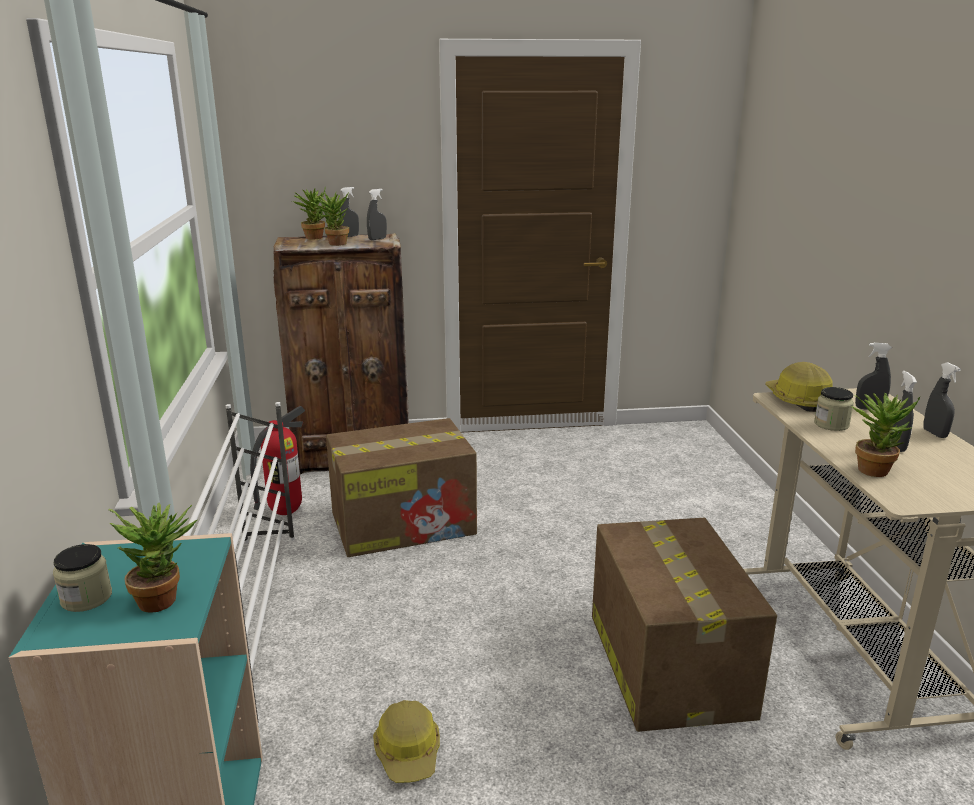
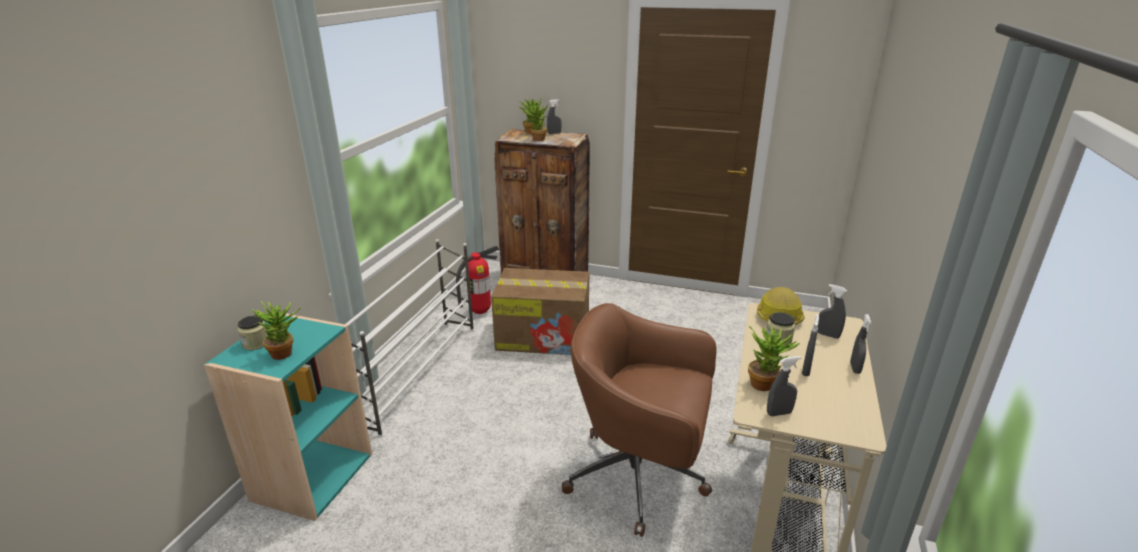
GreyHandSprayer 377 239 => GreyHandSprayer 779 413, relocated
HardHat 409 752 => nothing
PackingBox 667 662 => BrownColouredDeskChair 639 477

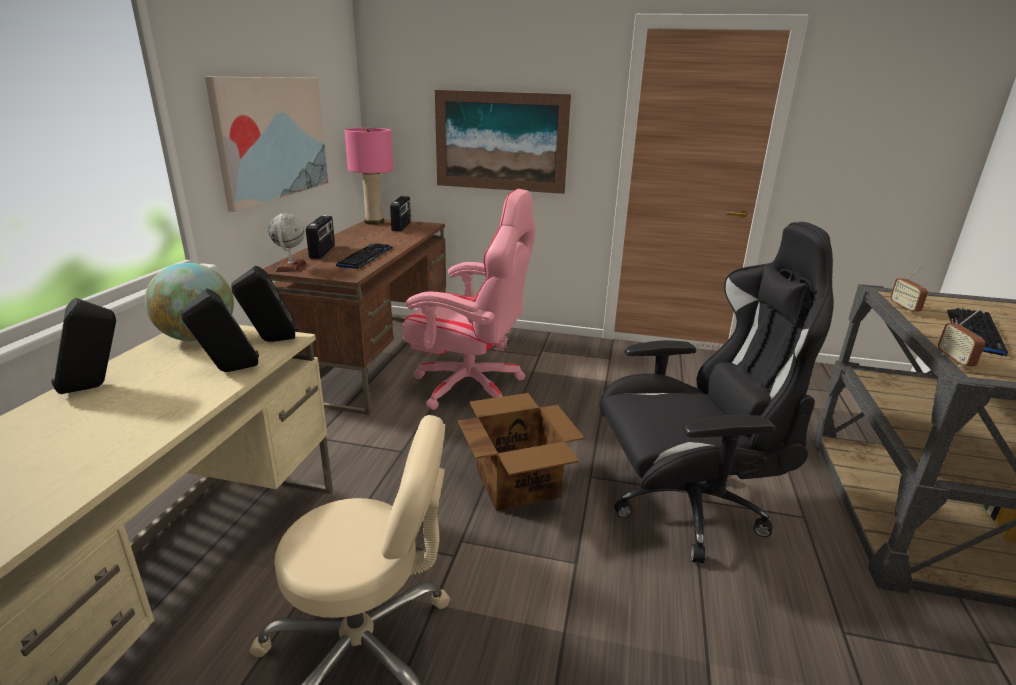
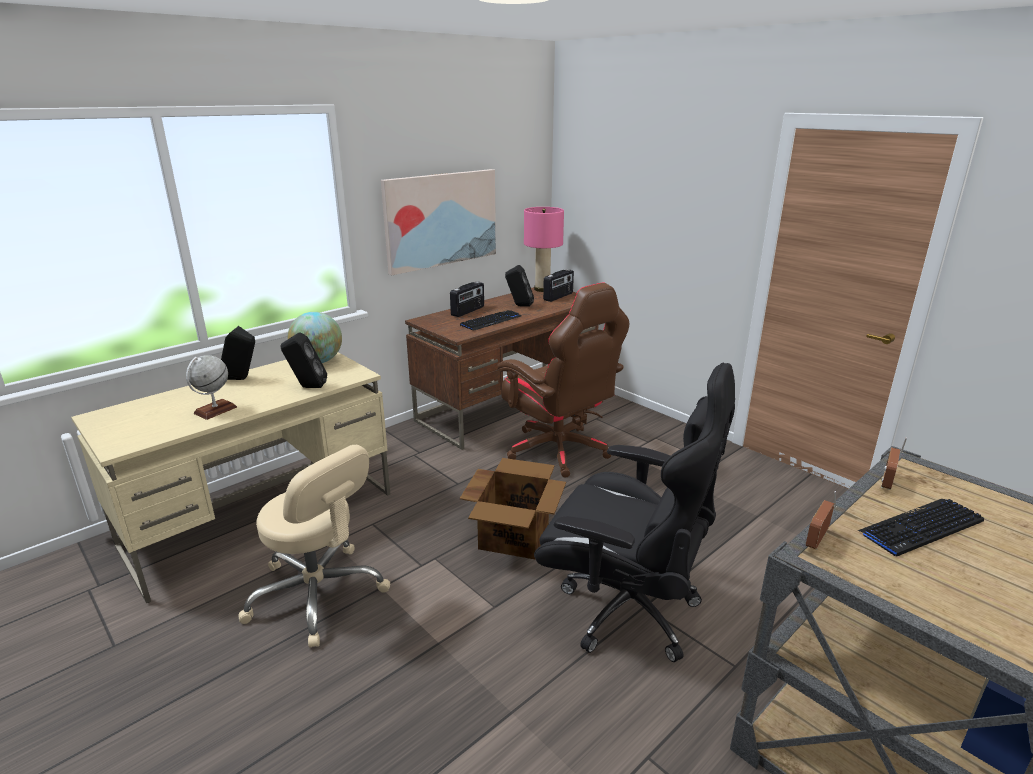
BlackColouredLoudspeaker 270 341 => BlackColouredLoudspeaker 519 306, relocated
Globe 291 267 => Globe 215 410, relocated
PinkishDeskChair 468 386 => BrownColouredDeskChair 557 450
Picture 500 142 => nothing

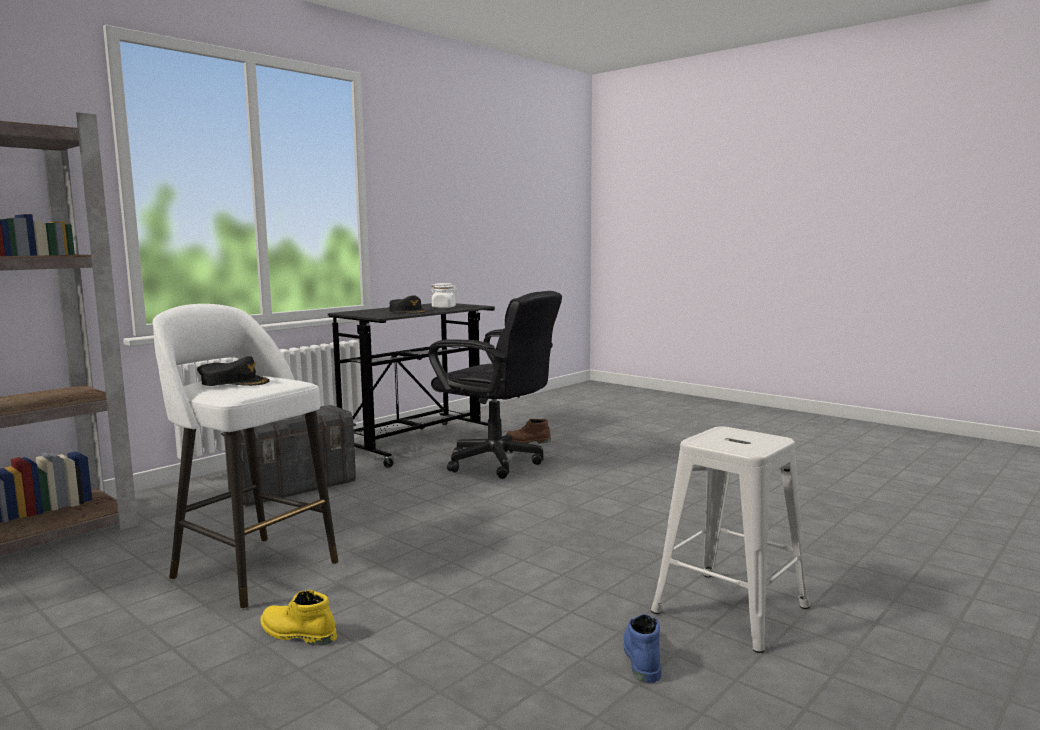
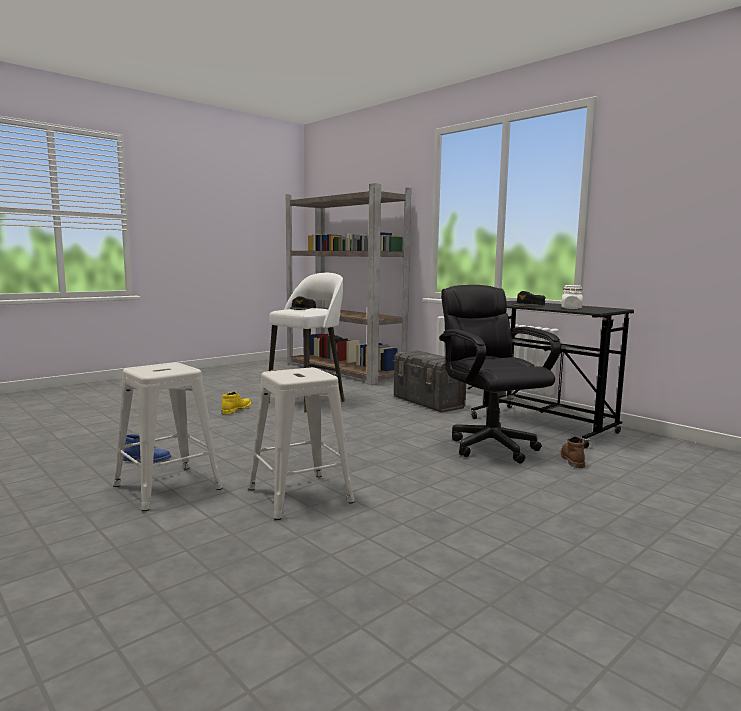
BlackColouredDeskChair 499 464 => BlackColouredDeskChair 488 447, 120 degrees clockwise
nothing => WhitishStoolSeat 300 495

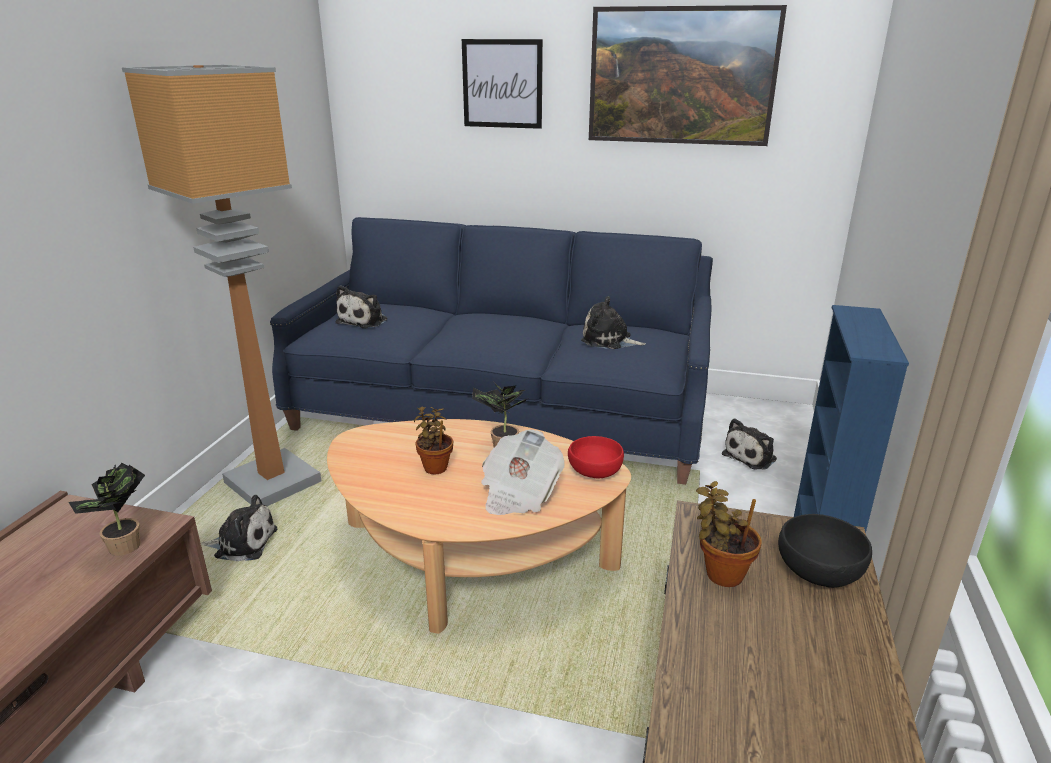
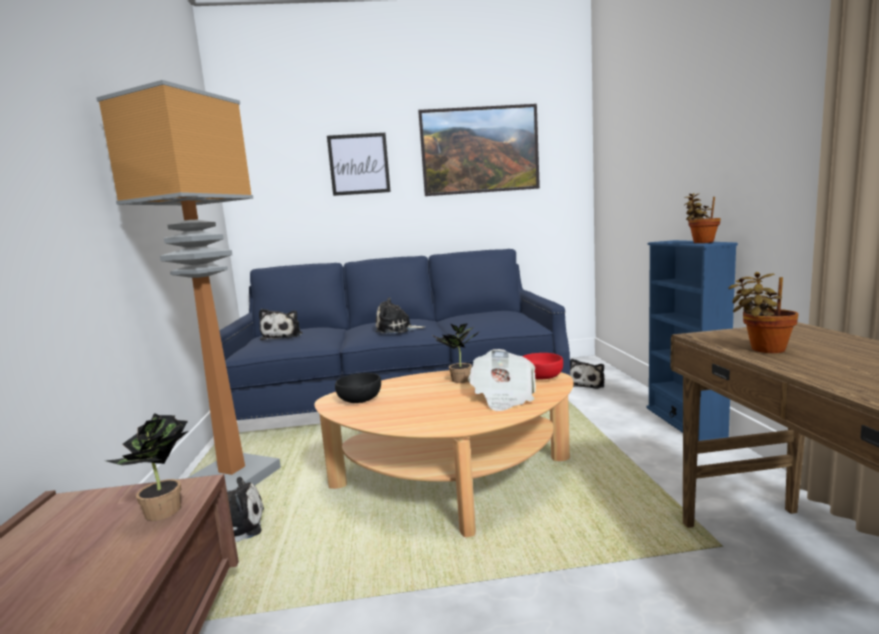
Houseplant 435 466 => Houseplant 701 242, relocated
PlushToy 609 340 => PlushToy 397 329, relocated
BlackColouredDeepDish 819 569 => BlackColouredDeepDish 360 399, relocated

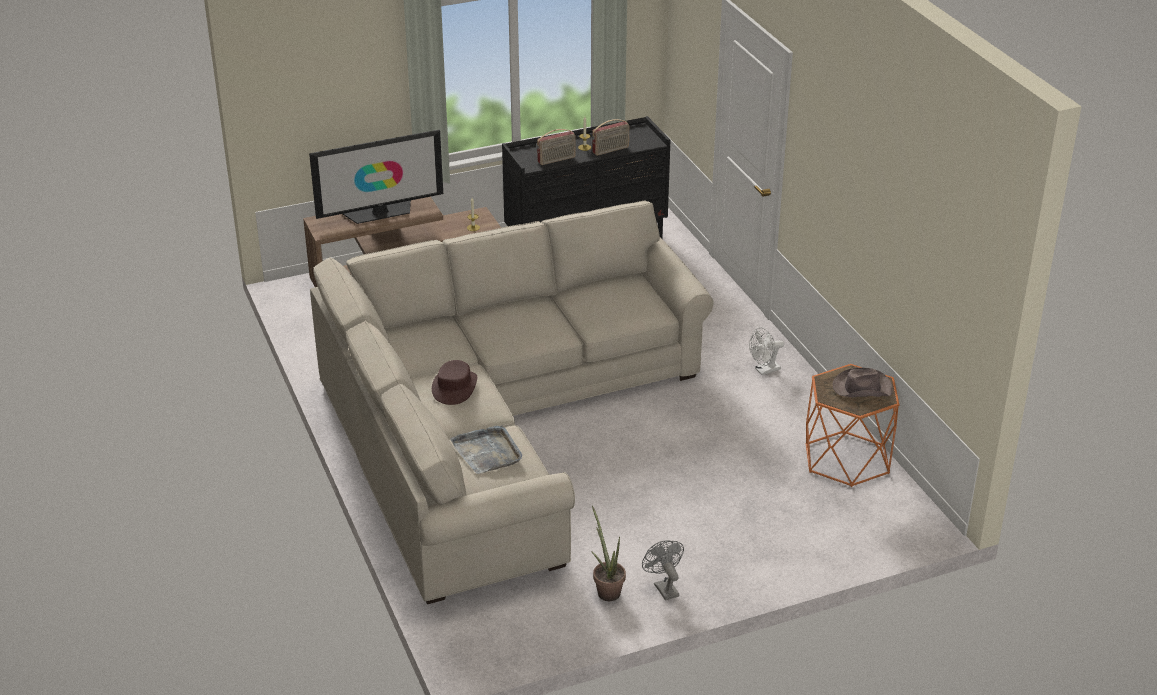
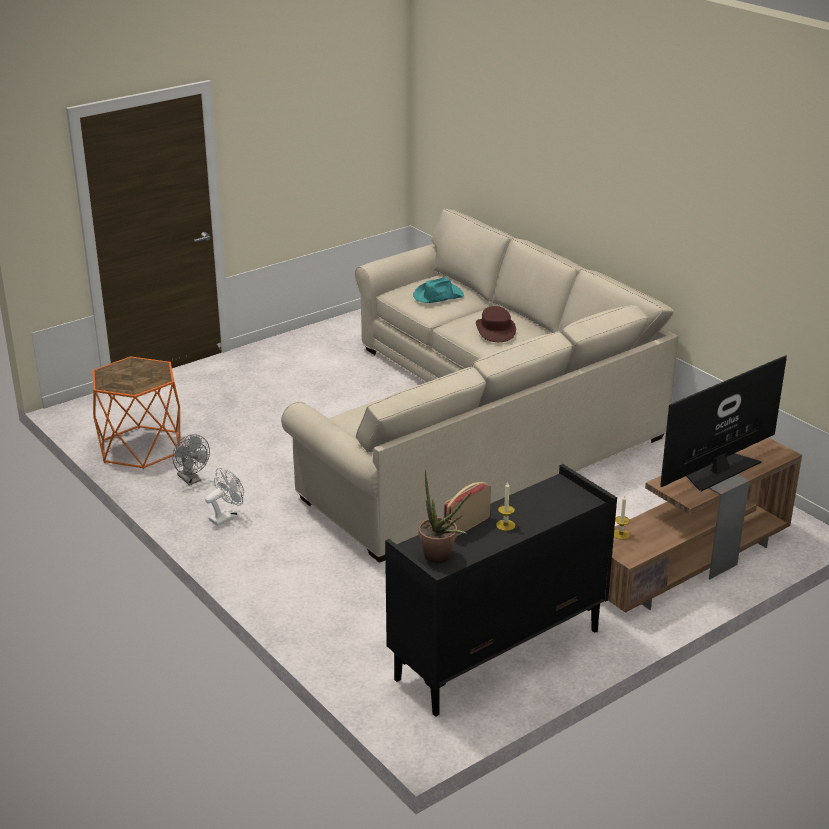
GreyCarryingTray 487 452 => BlueGreenHat 437 296
Radio 556 160 => nothing
Houseplant 606 590 => Houseplant 441 559, relocated
GreyFan 663 587 => GreyFan 191 480, relocated
BrownColouredHat 861 388 => nothing

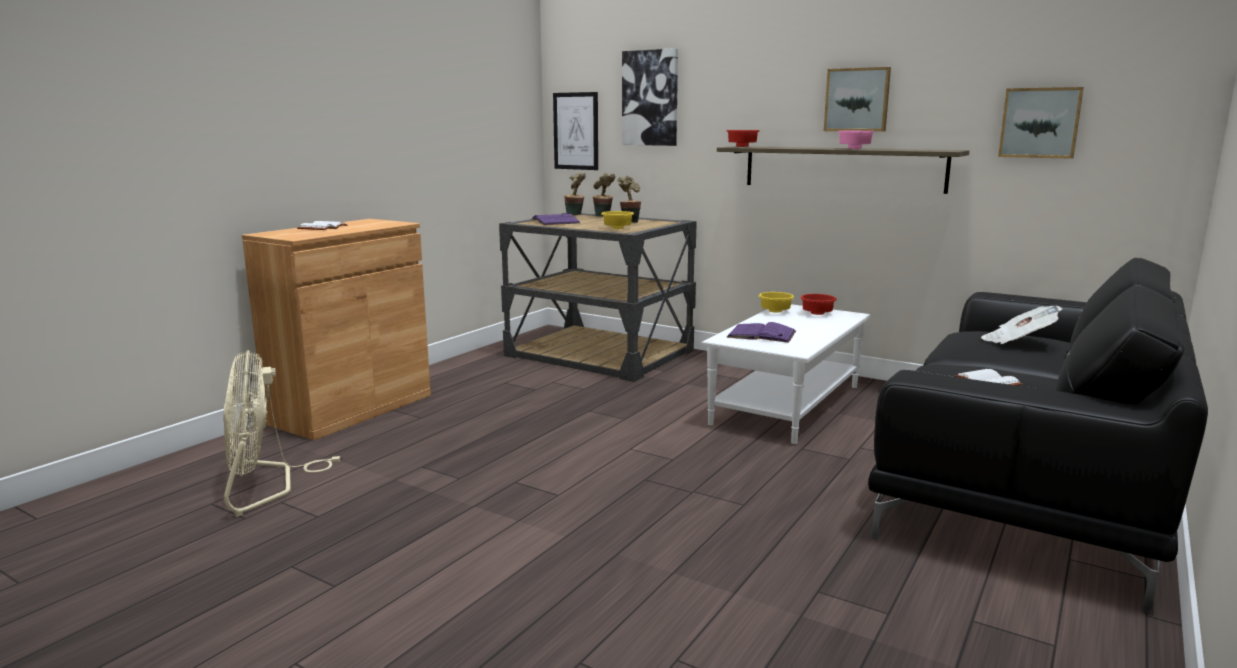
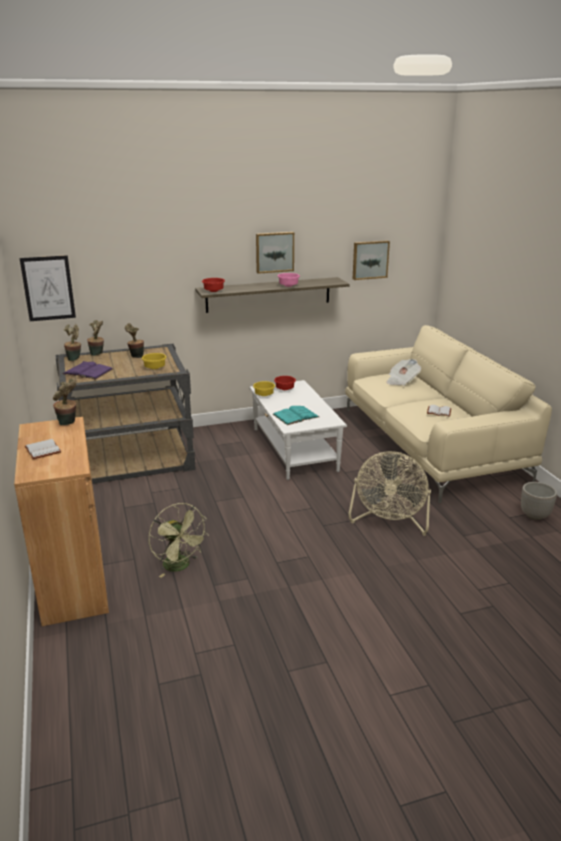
BeigeFan 269 482 => BeigeFan 387 520, relocated
Picture 650 98 => nothing
PurplishVolume 761 334 => BlueGreenVolume 296 415
BlackColouredSettee 1028 475 => BeigeSettee 430 444
nothing => Houseplant 68 423
nothing => GreenishFan 180 566
nothing => Planter 535 515

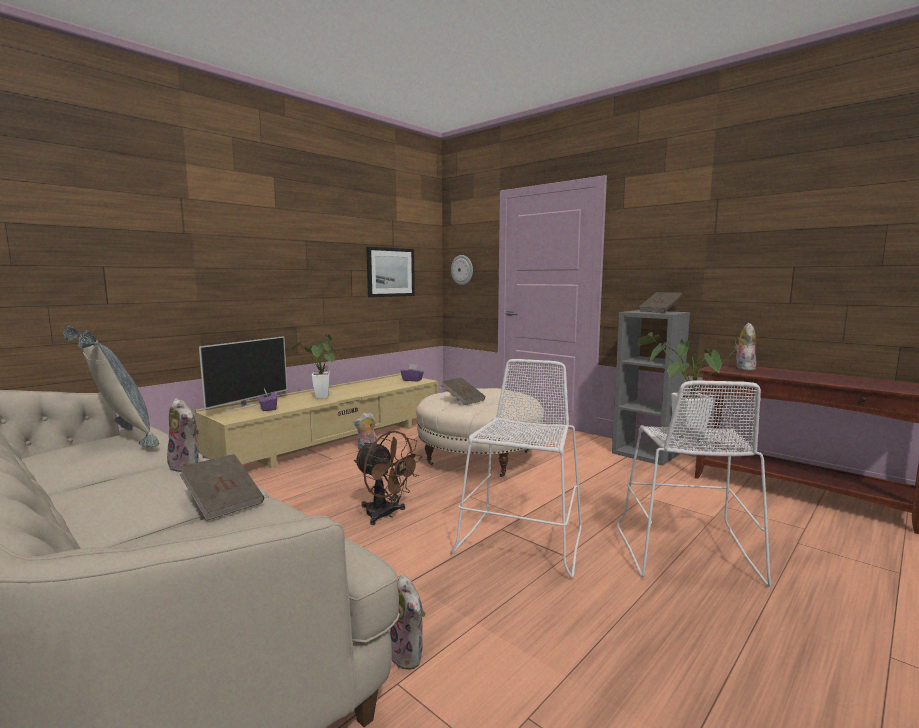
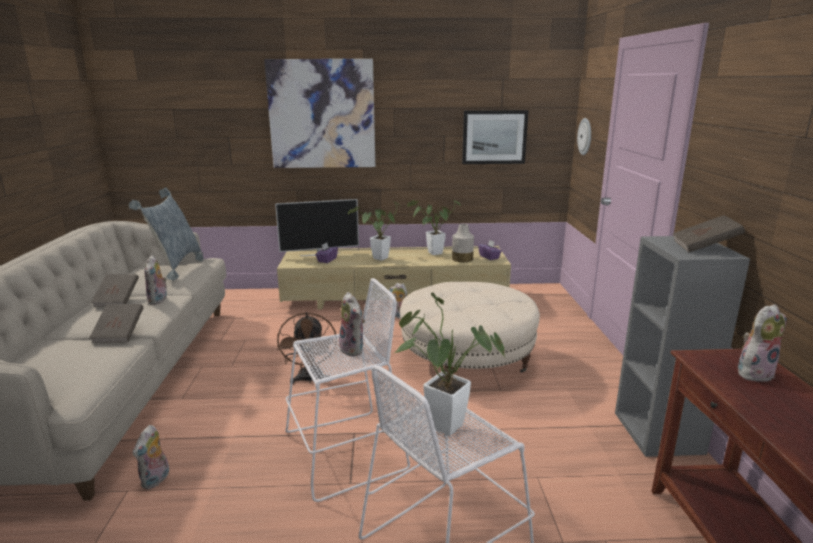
BrownColouredVolume 463 400 => BrownColouredVolume 117 300, relocated
nothing => Picture 322 114
nothing => PlushToy 354 349
nothing => Houseplant 432 253
nothing => BeigeVase 462 259

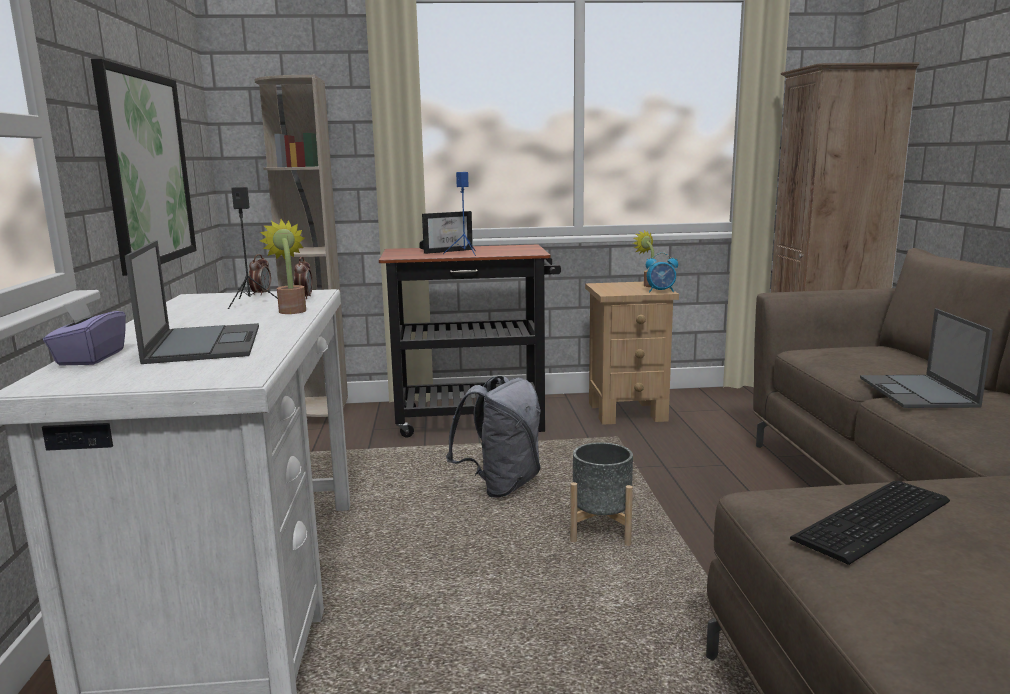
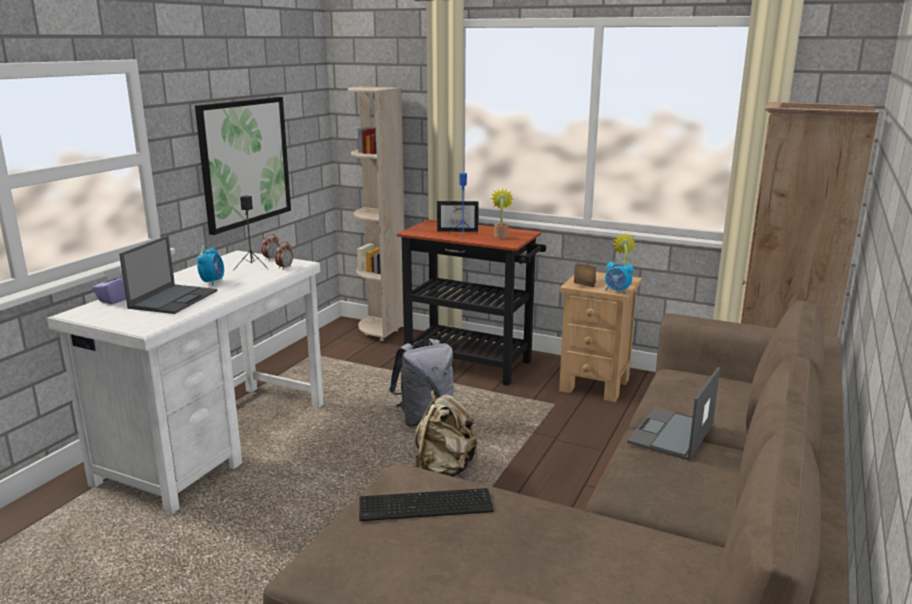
Houseplant 291 310 => Houseplant 501 236, relocated
GreyPlanter 601 531 => BeigeBackpack 444 470
nothing => BedsideClock 212 282
nothing => BrownColouredVolume 584 282

